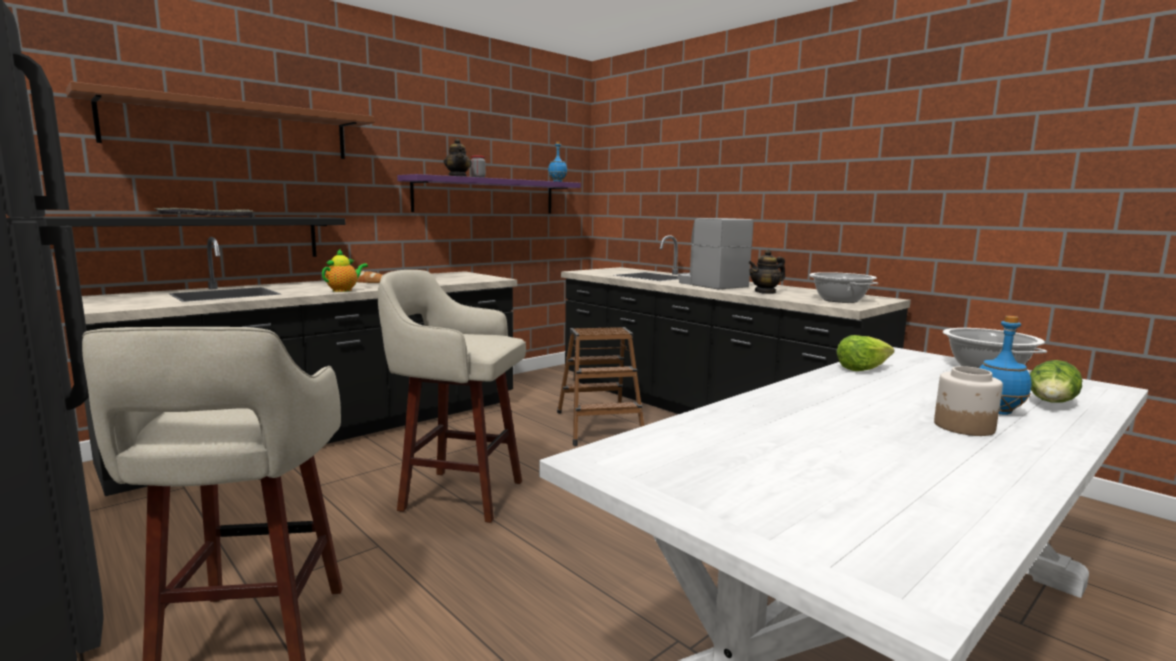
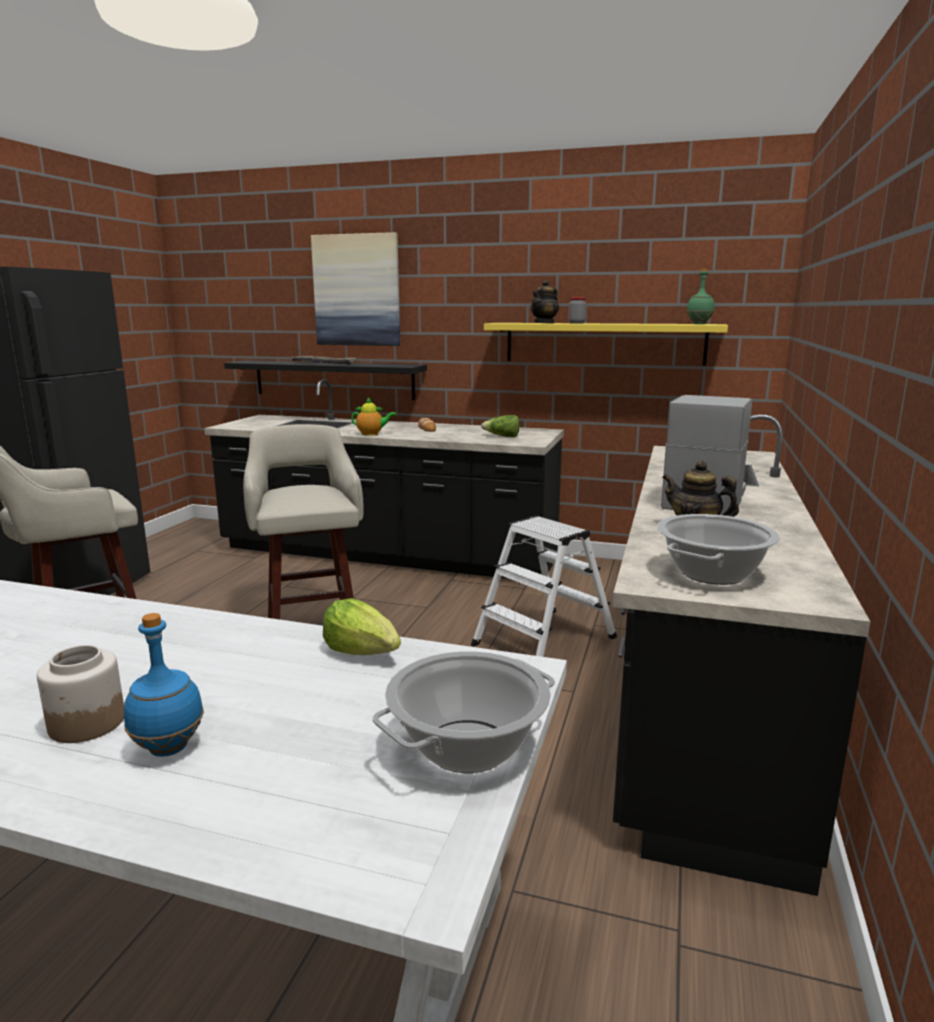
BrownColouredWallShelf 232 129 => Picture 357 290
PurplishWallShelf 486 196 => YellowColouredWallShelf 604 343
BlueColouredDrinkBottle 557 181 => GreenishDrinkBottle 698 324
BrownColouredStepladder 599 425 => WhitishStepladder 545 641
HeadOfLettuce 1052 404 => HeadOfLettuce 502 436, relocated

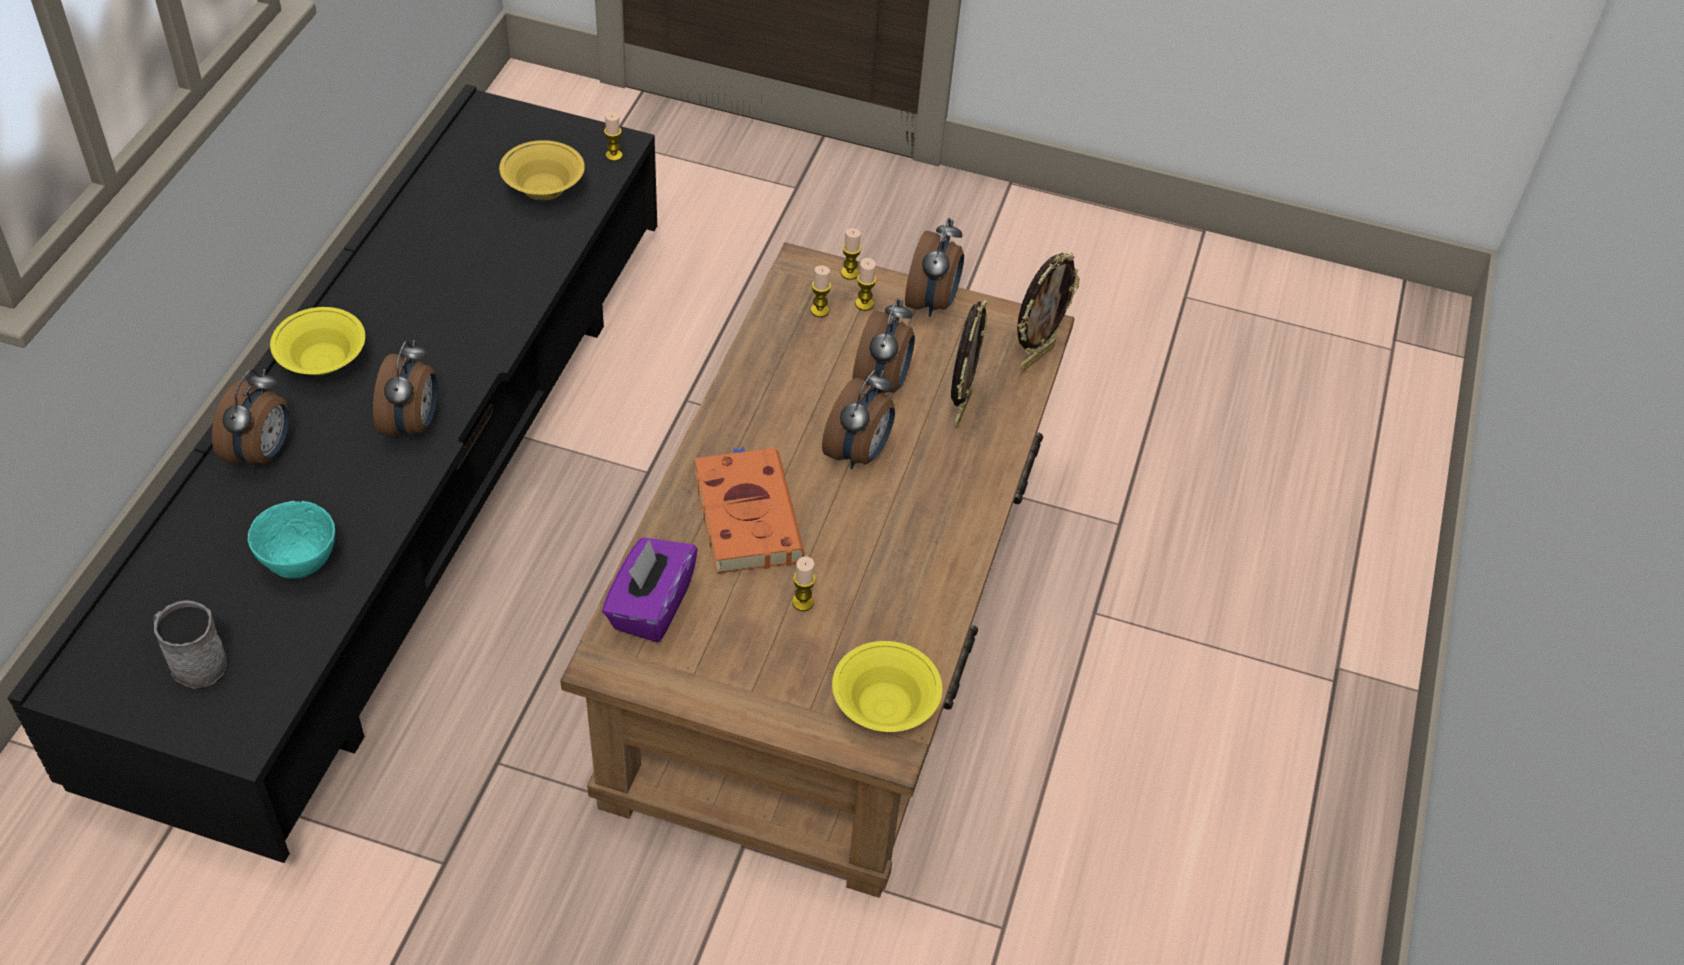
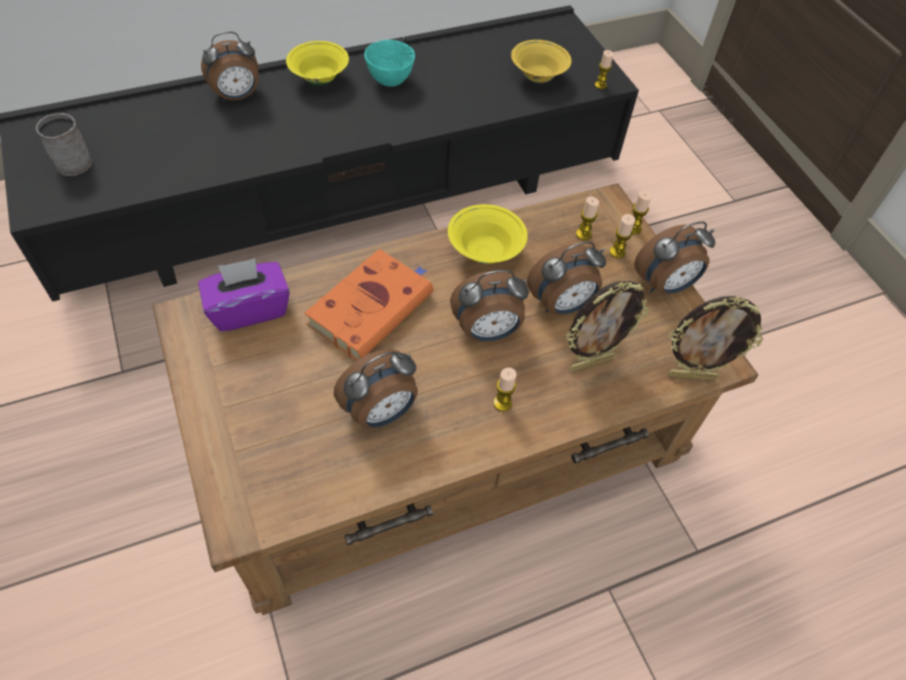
BlueGreenDeepDish 299 564 => BlueGreenDeepDish 389 81, relocated
BedsideClock 412 424 => BedsideClock 380 413, relocated
WaxCandle 802 602 => WaxCandle 502 403, relocated
YellowColouredDeepDish 884 709 => YellowColouredDeepDish 484 253, relocated

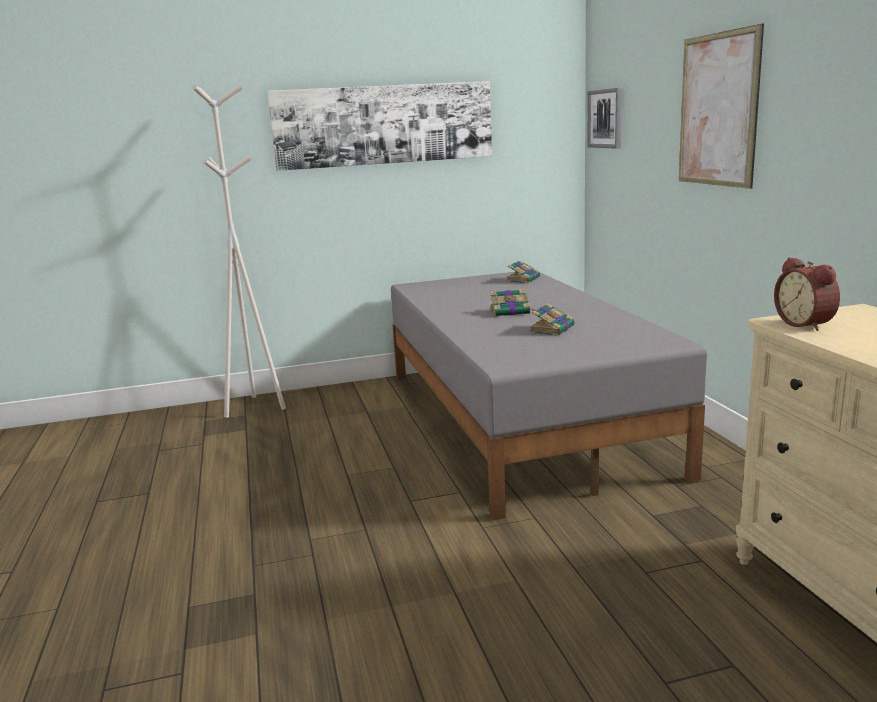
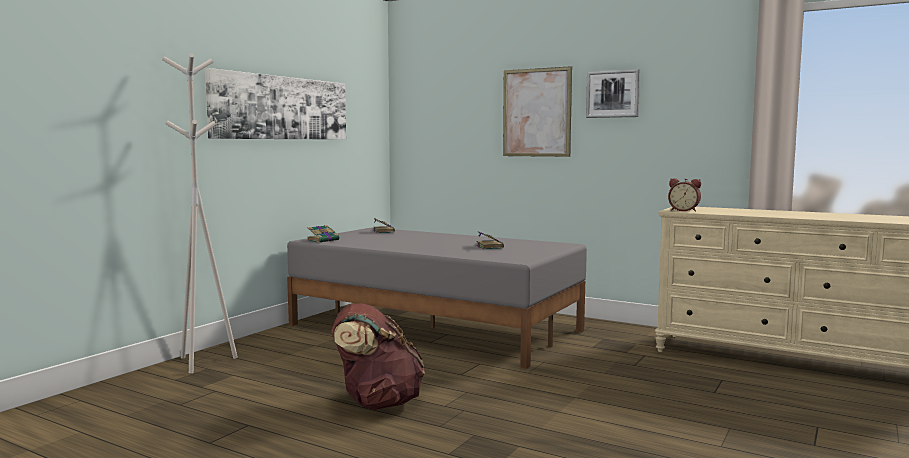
Volume 511 311 => Volume 323 240, relocated
Picture 605 118 => Picture 613 94, relocated
nothing => BrownColouredBackpack 377 403

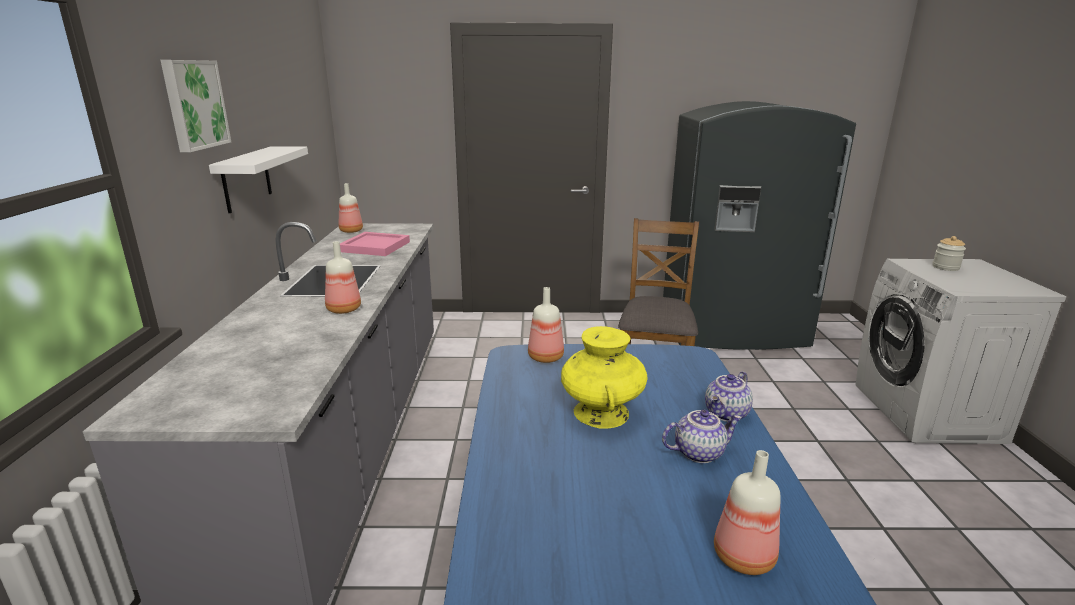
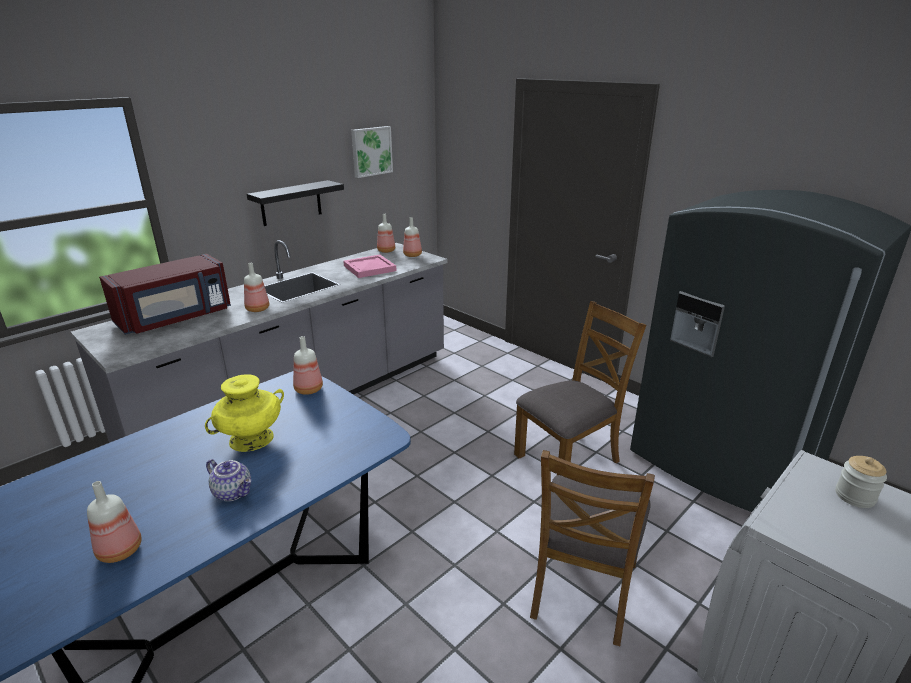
Picture 194 104 => Picture 371 151, relocated
WhitishWallShelf 246 178 => BlackColouredWallShelf 291 203
PotForTea 727 414 => nothing
nothing => ReddishMicrowaveOven 176 318
nothing => DrinkBottle 413 255
nothing => BrownColouredUprightChair 583 588

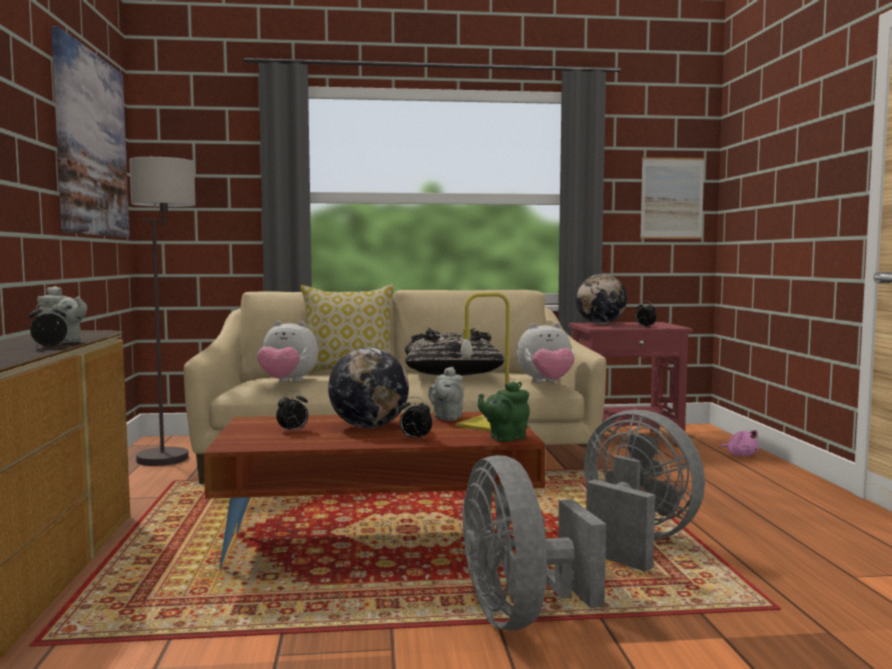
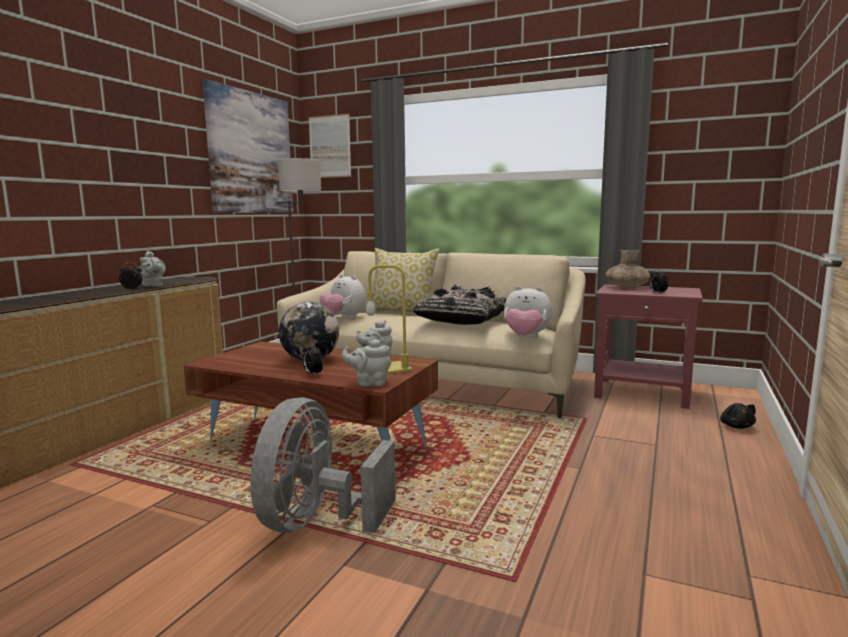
BedsideClock 293 431 => nothing
GreenishPotForTea 505 438 => GreyPotForTea 369 383
Globe 601 324 => BrownColouredVase 626 287
GreyFan 634 541 => nothing
Picture 672 198 => Picture 330 146, relocated
PinkishPlushToy 741 455 => BlackColouredPlushToy 736 426

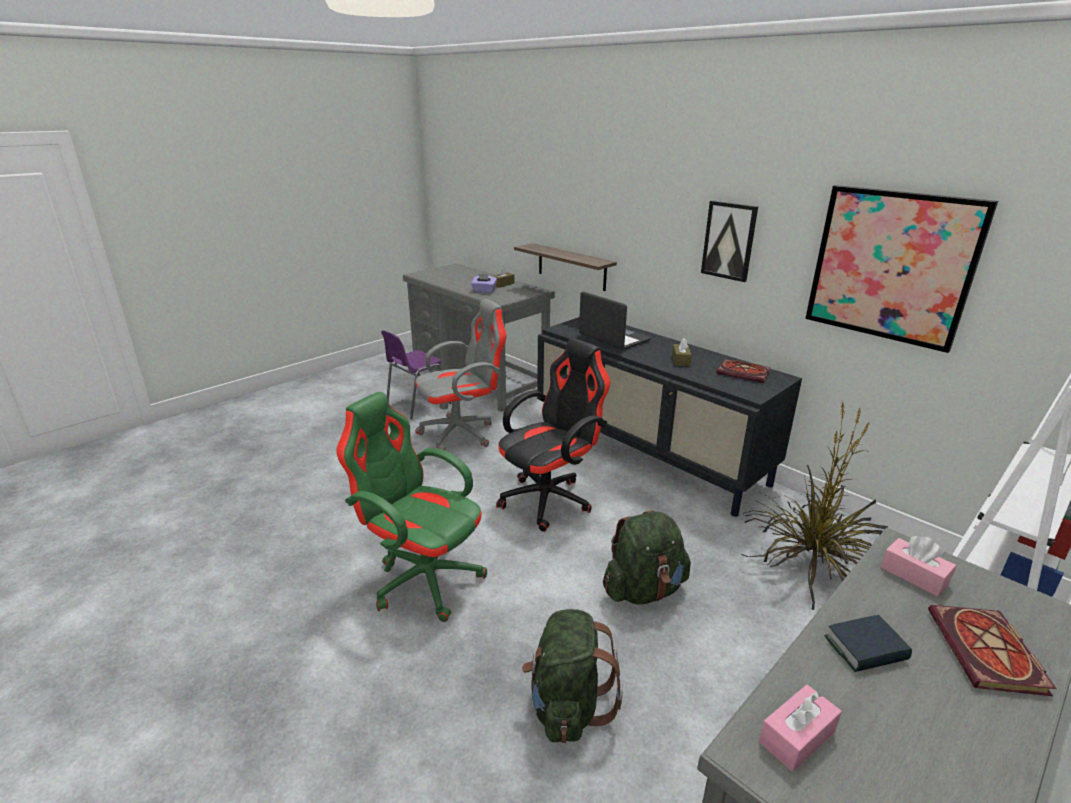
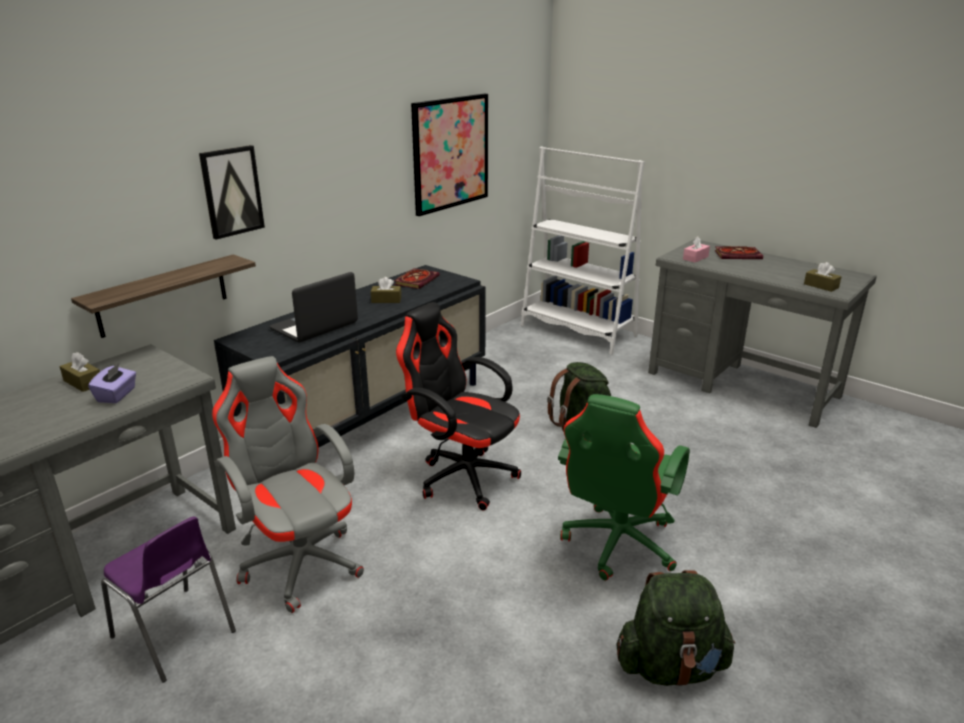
GreenishBackpack 567 706 => GreenishBackpack 670 666, relocated
Picture 729 241 => Picture 231 191, relocated
Houseplant 809 565 => nothing
PinkishBoxOfTissues 797 737 => BrownColouredBoxOfTissues 821 286
Volume 866 649 => nothing

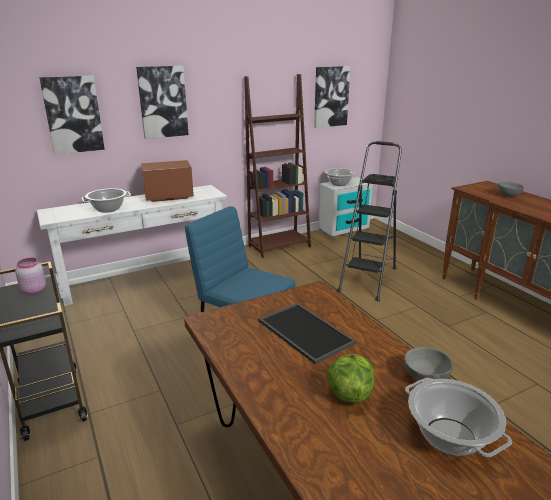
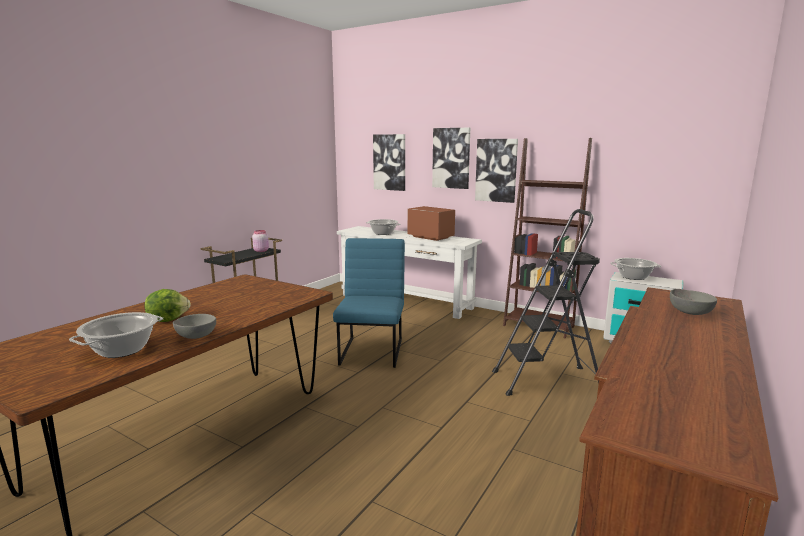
CarryingTray 303 332 => nothing
Picture 331 96 => Picture 496 170, relocated

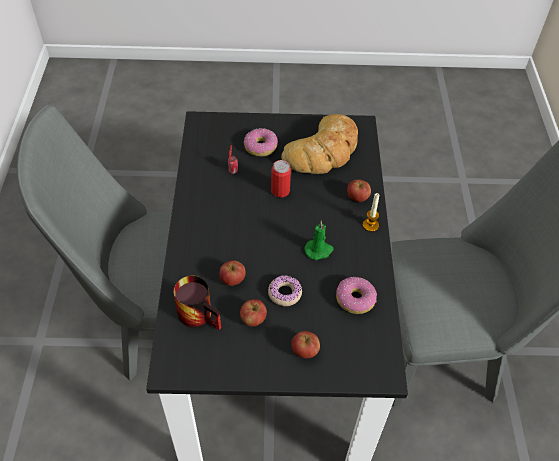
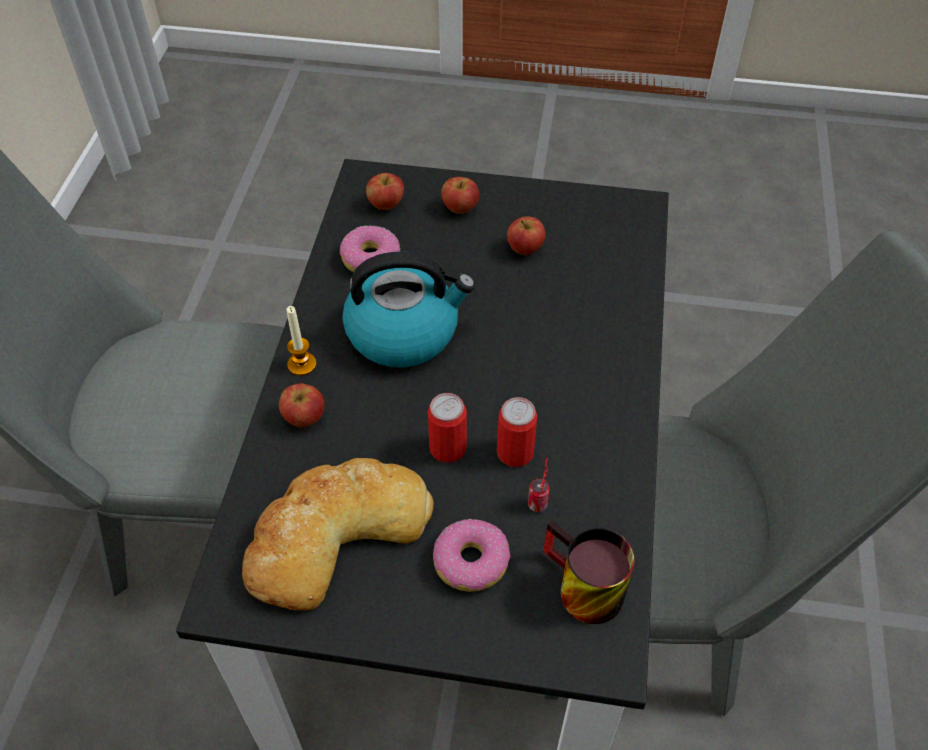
CoffeeMug 201 314 => CoffeeMug 578 590, relocated
WholeApple 233 280 => WholeApple 386 204, relocated
Donut 284 293 => nothing
GreenishWaxCandle 319 250 => Kettle 404 332
nothing => SealedCan 515 452

